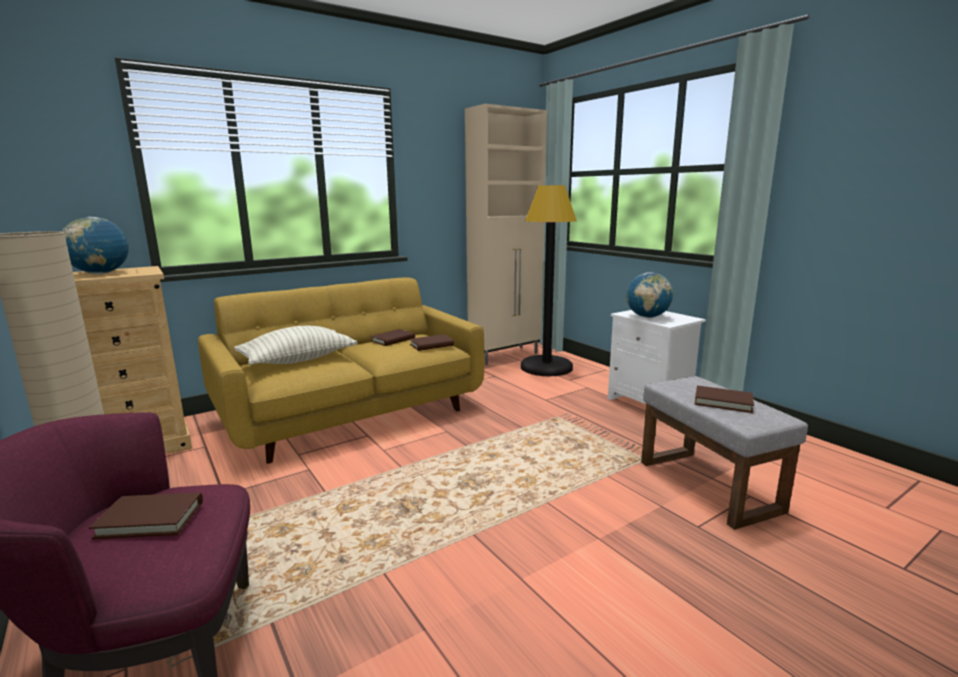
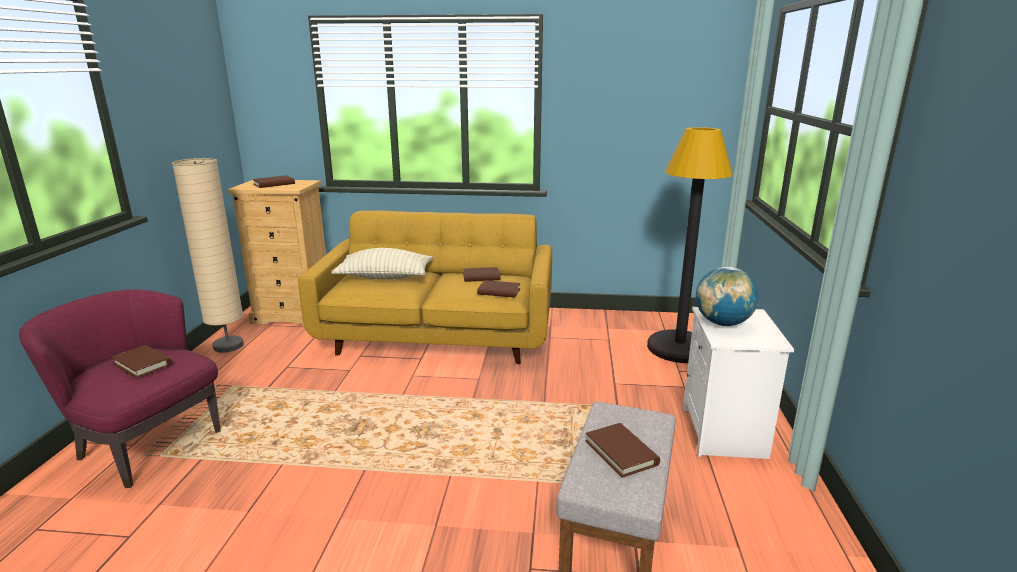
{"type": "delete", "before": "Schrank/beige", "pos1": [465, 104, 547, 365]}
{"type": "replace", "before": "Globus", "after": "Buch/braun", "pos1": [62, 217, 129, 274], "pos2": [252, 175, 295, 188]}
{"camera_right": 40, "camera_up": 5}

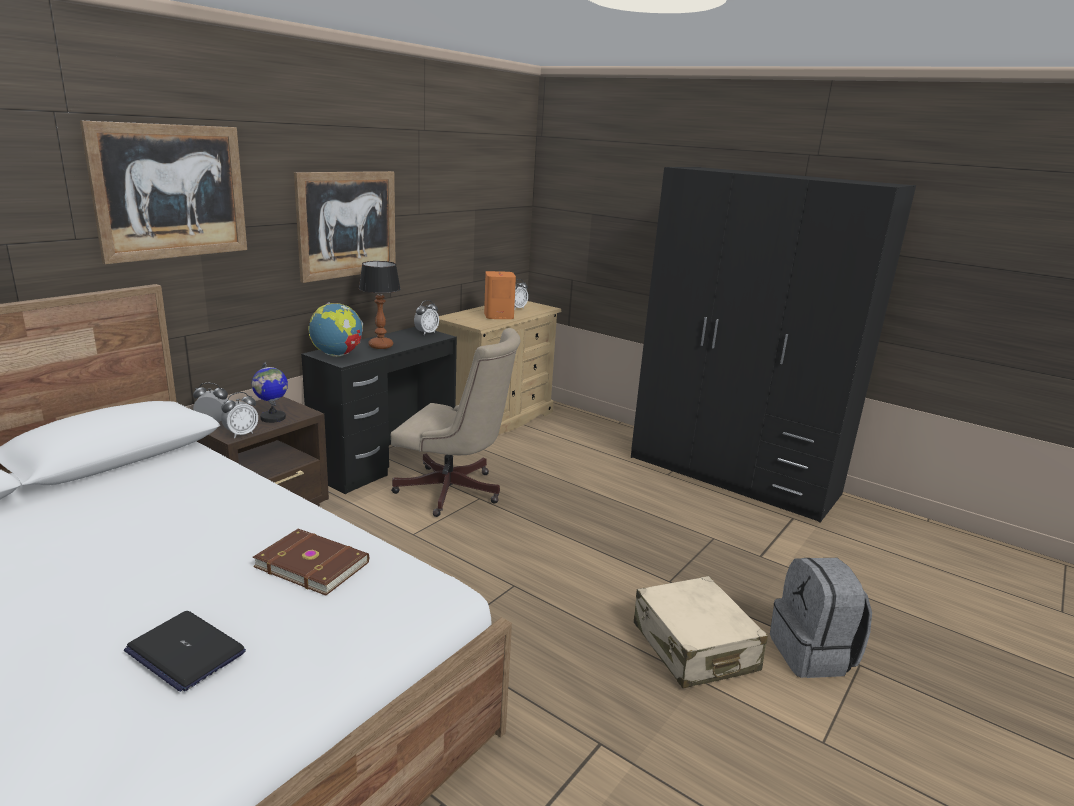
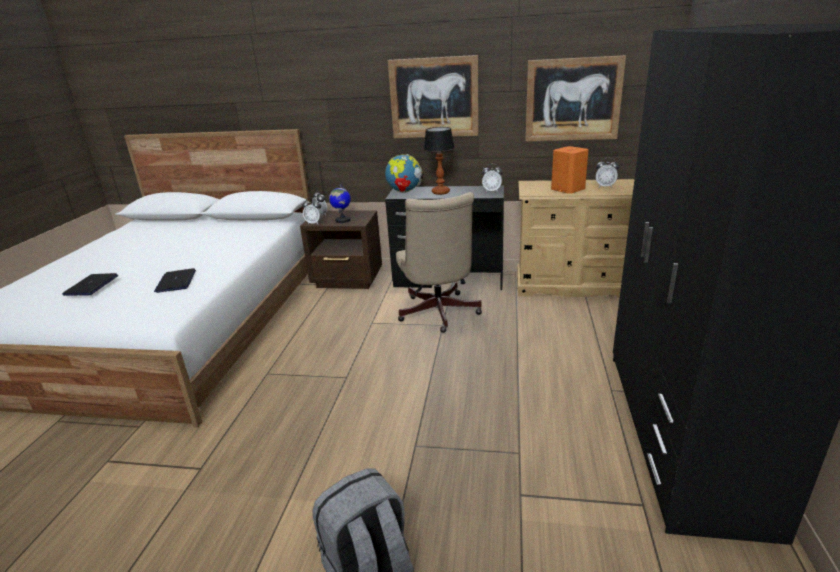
{"type": "move", "before": "Bild", "pos1": [80, 120, 247, 264], "pos2": [525, 55, 626, 141]}
{"type": "replace", "before": "Buch/braun", "after": "Laptop", "pos1": [253, 529, 369, 596], "pos2": [154, 268, 196, 293]}
{"type": "delete", "before": "Koffer/beige", "pos1": [634, 576, 768, 688]}
{"camera_right": 65, "camera_up": 5}

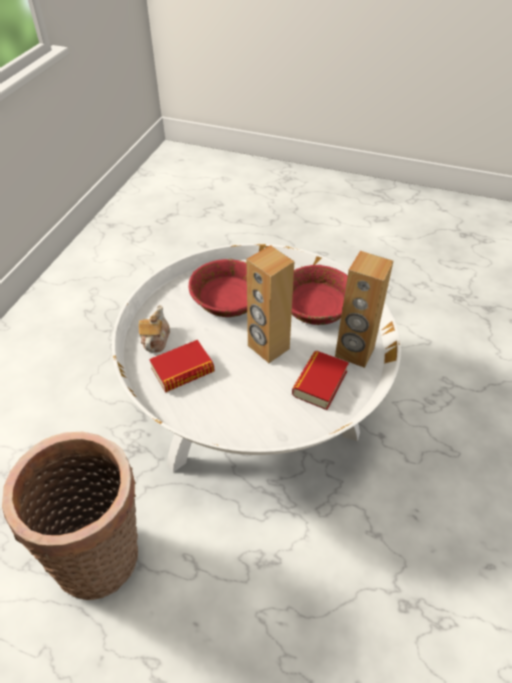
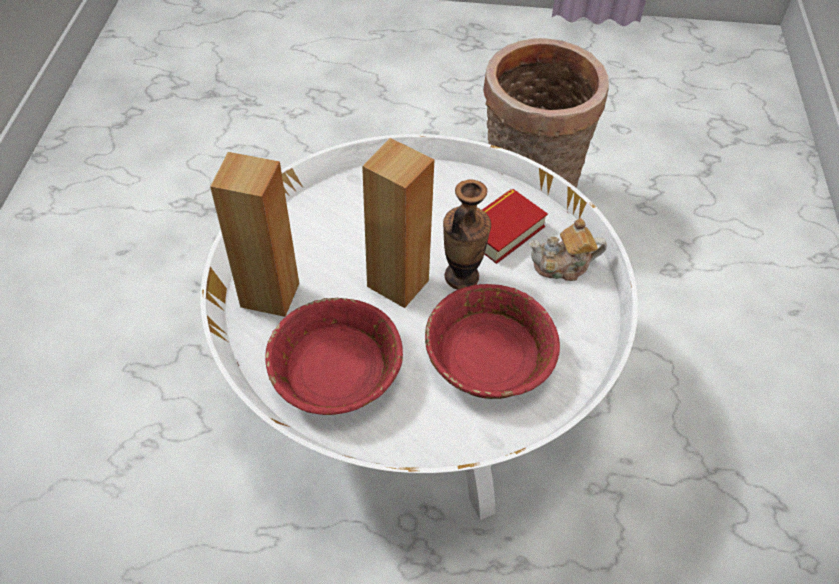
{"type": "rotate", "before": "Teekanne", "pos1": [139, 305, 170, 353], "pos2": [529, 218, 607, 281], "turn": 90}
{"type": "delete", "before": "Buch", "pos1": [292, 351, 349, 410]}
{"type": "insert", "after": "Vase", "pos2": [443, 179, 491, 290]}
{"camera_right": 165, "camera_up": 5}

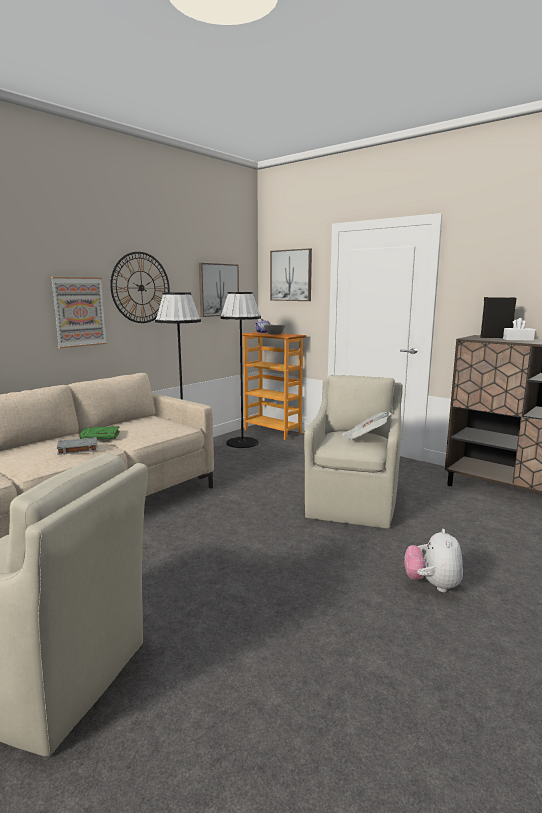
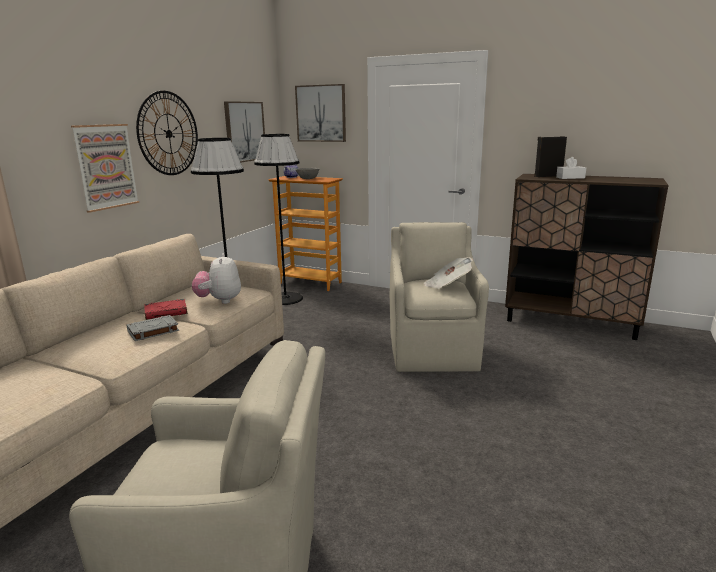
{"type": "recolor", "before": "Buch/grün", "after": "Buch/rot", "pos1": [80, 426, 120, 439], "pos2": [144, 299, 187, 320]}
{"type": "move", "before": "Plüschtier", "pos1": [404, 529, 463, 592], "pos2": [192, 253, 241, 304]}
{"camera_right": -15, "camera_up": 5}

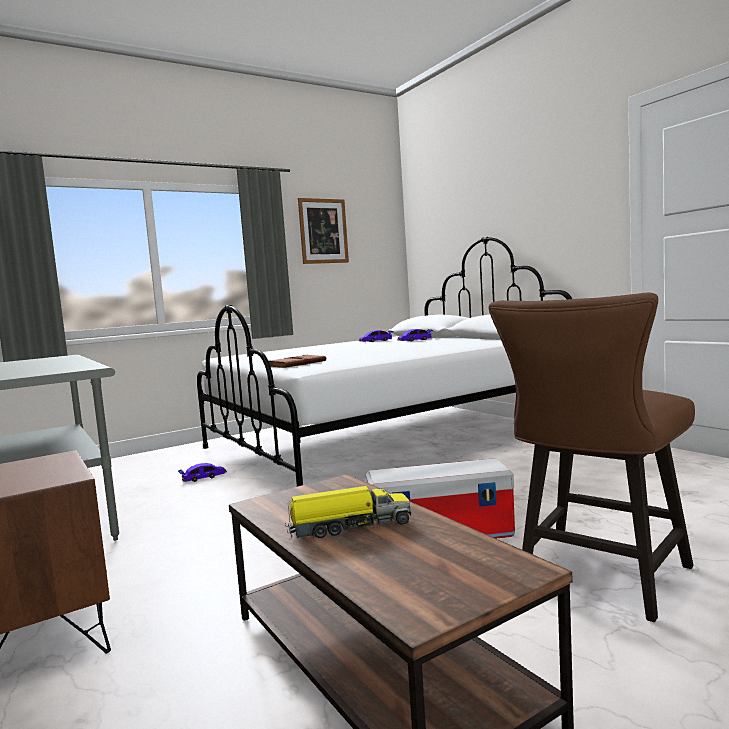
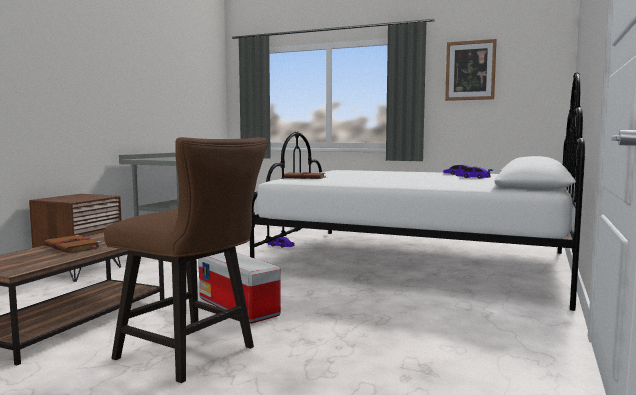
{"type": "rotate", "before": "Stuhl/braun", "pos1": [489, 293, 695, 622], "pos2": [104, 137, 268, 383], "turn": -150}
{"type": "replace", "before": "Spielzeuglaster", "after": "Buch/braun", "pos1": [285, 486, 411, 538], "pos2": [43, 235, 102, 253]}
{"camera_right": 55, "camera_up": 0}

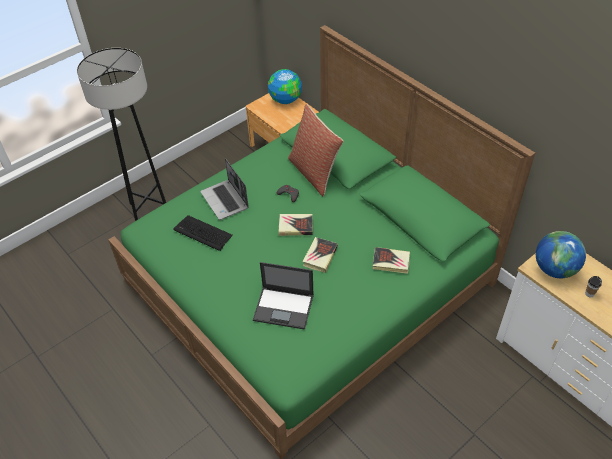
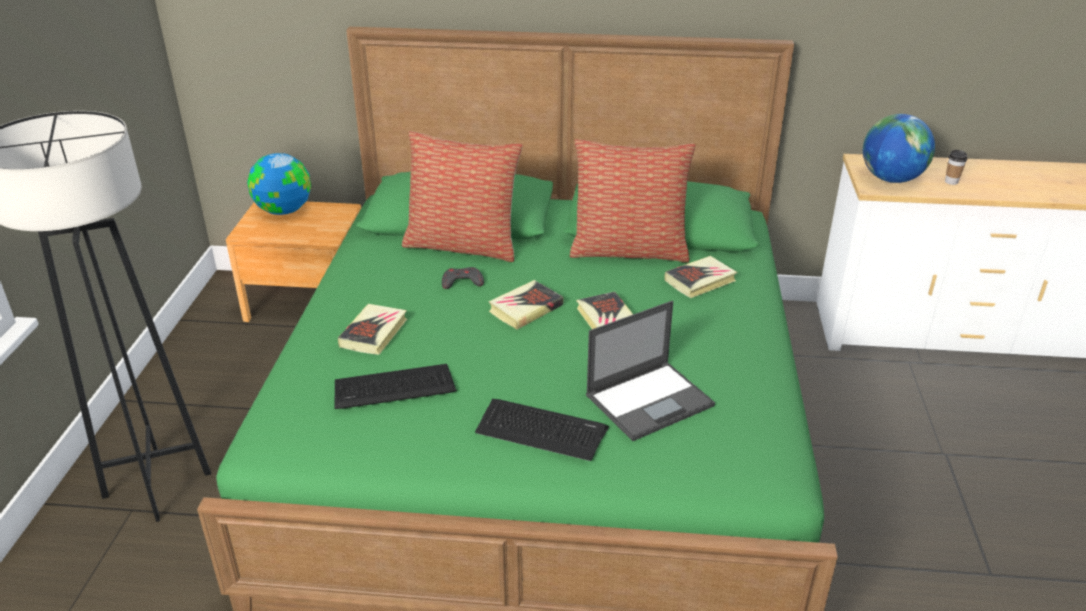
{"type": "replace", "before": "Laptop", "after": "Buch", "pos1": [200, 158, 249, 220], "pos2": [338, 304, 407, 355]}
{"type": "insert", "after": "Kissen", "pos2": [570, 139, 695, 263]}
{"type": "insert", "after": "Tastatur", "pos2": [475, 399, 609, 461]}
{"camera_right": -45, "camera_up": -15}

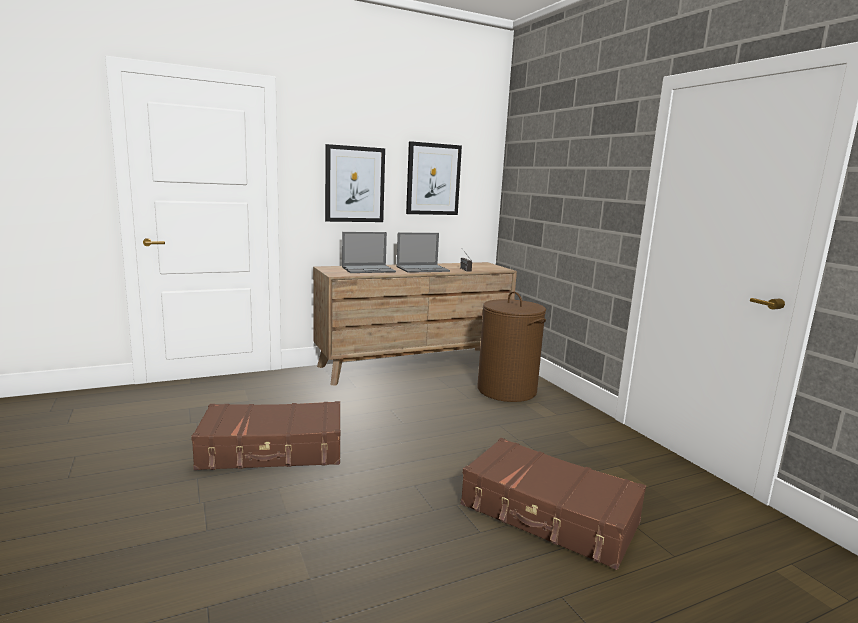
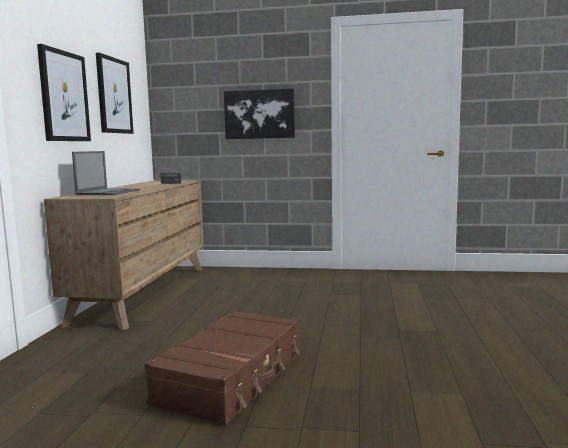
{"type": "delete", "before": "Laptop", "pos1": [396, 233, 450, 273]}
{"type": "delete", "before": "Wäschekorb/braun", "pos1": [477, 291, 546, 402]}
{"type": "delete", "before": "Koffer/braun", "pos1": [461, 438, 646, 570]}
{"type": "insert", "after": "Bild", "pos2": [224, 89, 295, 139]}
{"camera_right": -55, "camera_up": -5}

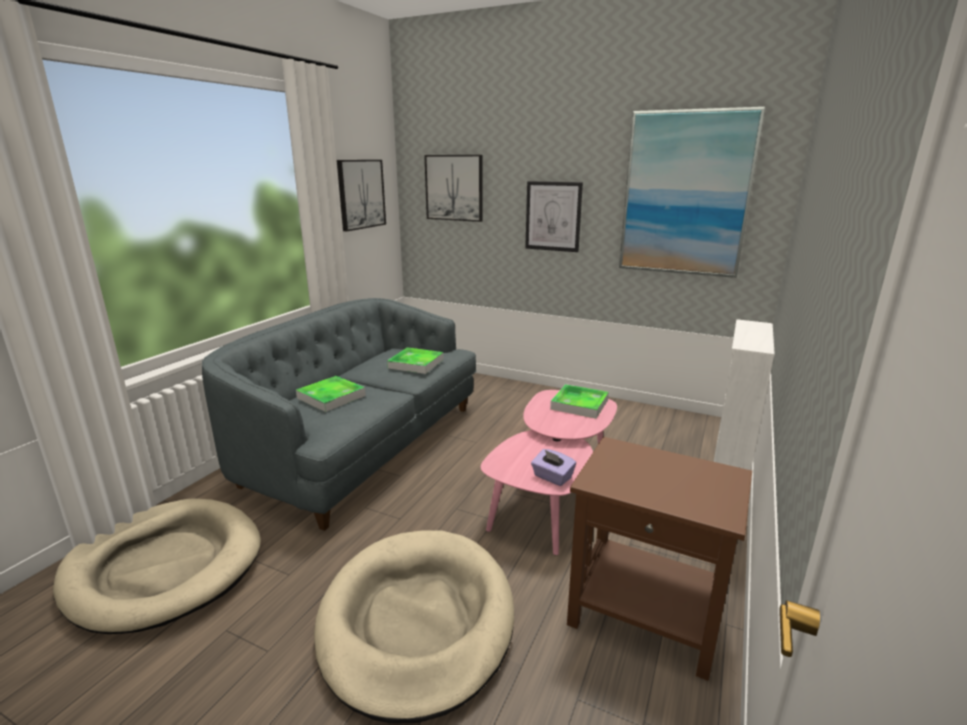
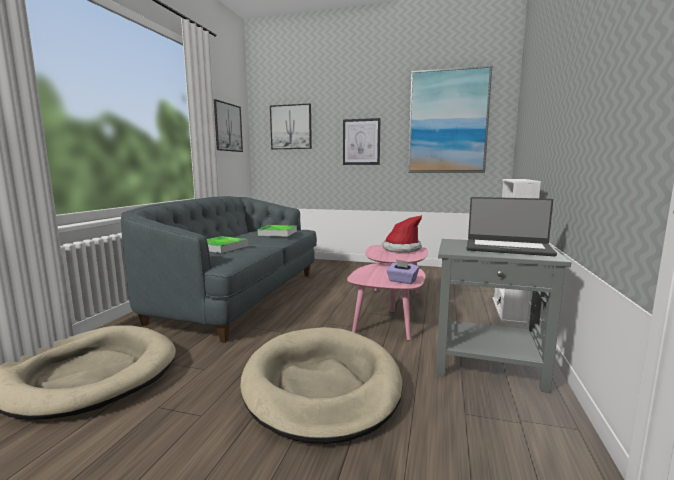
{"type": "replace", "before": "Tablett", "after": "Hut", "pos1": [550, 384, 609, 418], "pos2": [382, 215, 422, 253]}
{"type": "recolor", "before": "Beistelltisch/braun", "after": "Beistelltisch/grau", "pos1": [567, 437, 752, 681], "pos2": [436, 239, 571, 393]}
{"type": "insert", "after": "Laptop", "pos2": [466, 197, 557, 256]}
{"camera_right": -10, "camera_up": -10}

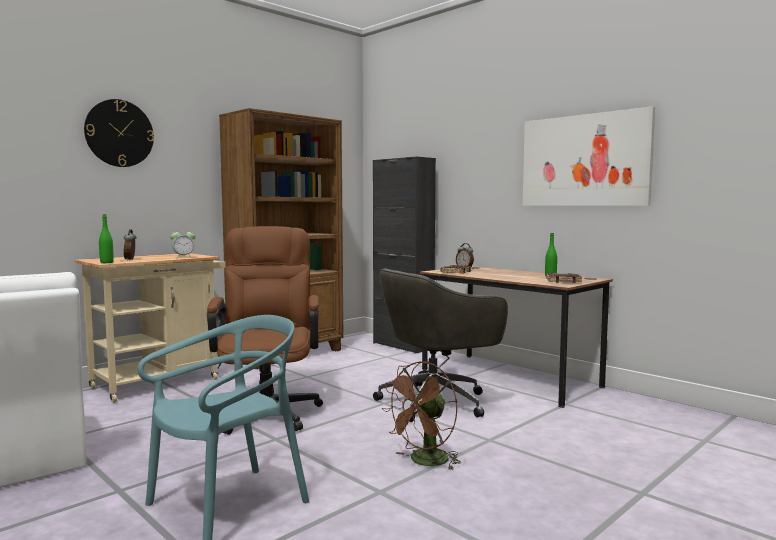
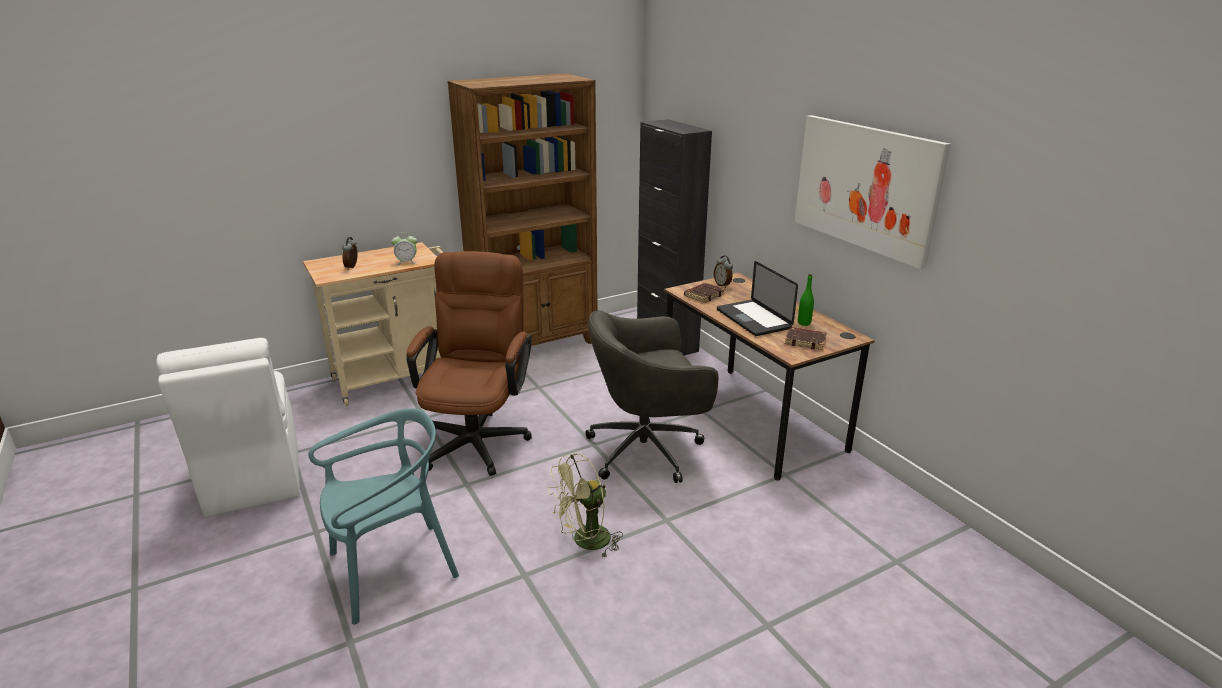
{"type": "delete", "before": "Wanduhr", "pos1": [84, 99, 154, 167]}
{"type": "delete", "before": "Flasche/grün", "pos1": [99, 214, 114, 263]}
{"type": "recolor", "before": "Ventilator/braun", "after": "Ventilator/grün", "pos1": [382, 361, 461, 471], "pos2": [548, 453, 623, 559]}
{"type": "insert", "after": "Laptop", "pos2": [717, 261, 798, 336]}
{"camera_right": 15, "camera_up": 20}

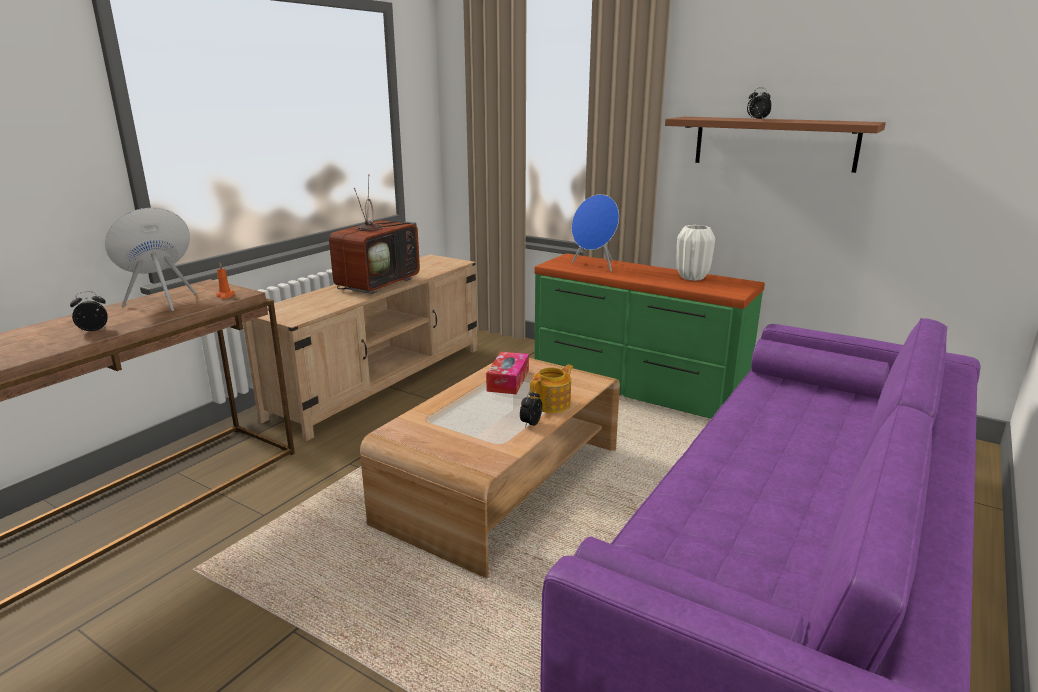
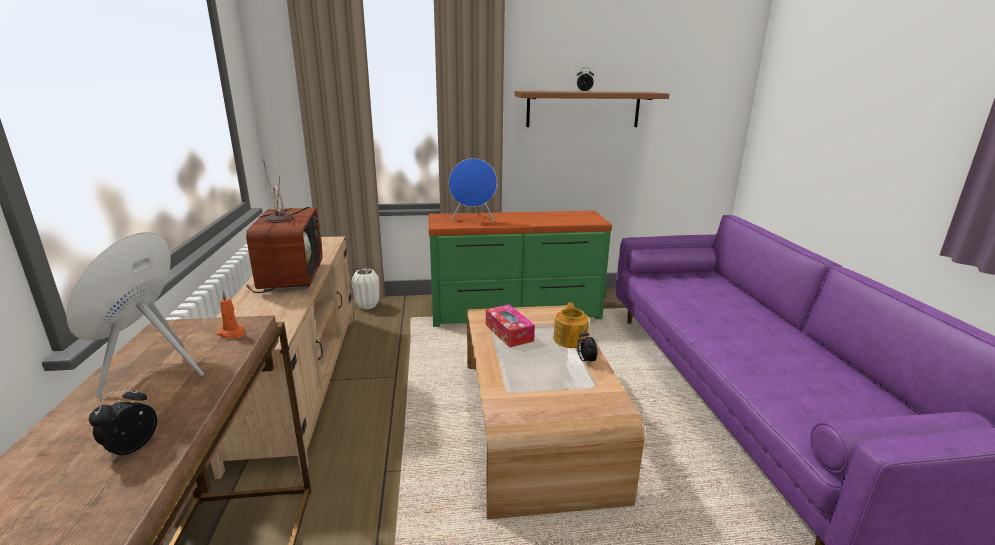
{"type": "move", "before": "Vase/weiß", "pos1": [677, 225, 715, 281], "pos2": [352, 269, 379, 310]}
{"camera_right": -40, "camera_up": 0}

